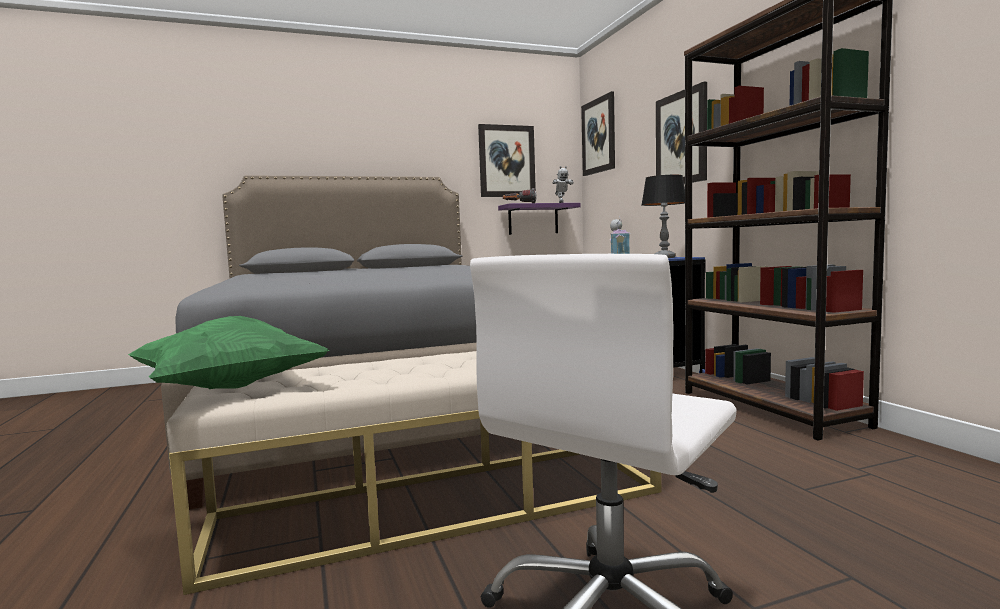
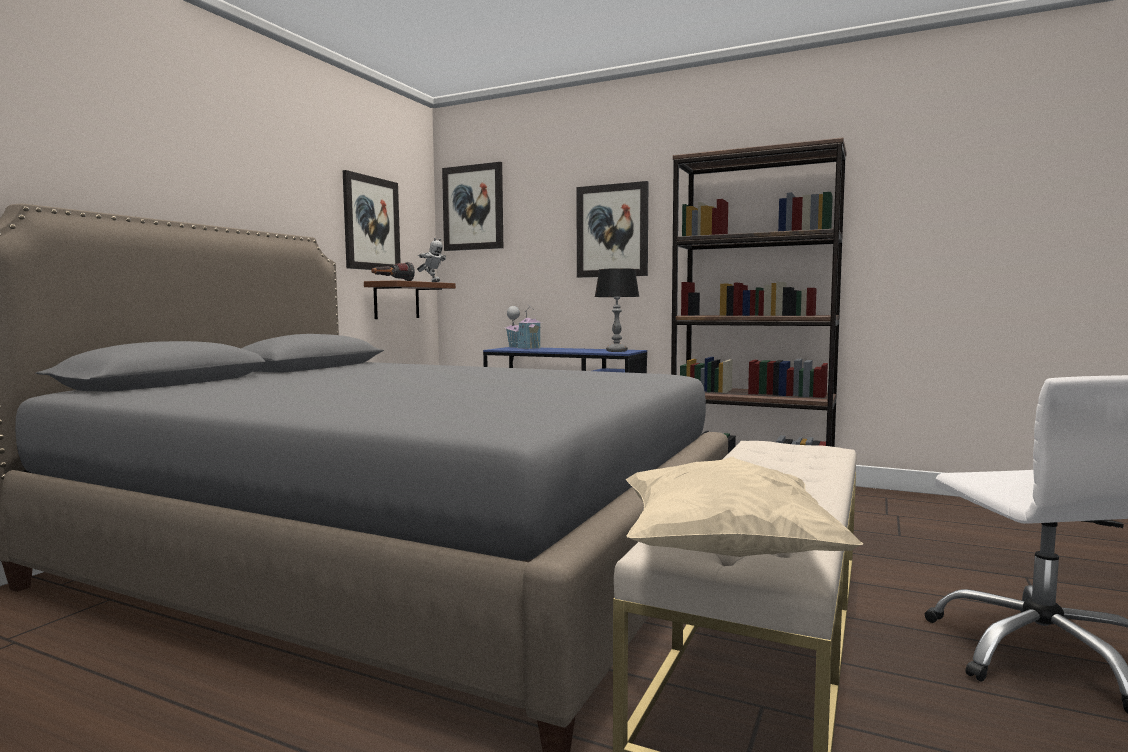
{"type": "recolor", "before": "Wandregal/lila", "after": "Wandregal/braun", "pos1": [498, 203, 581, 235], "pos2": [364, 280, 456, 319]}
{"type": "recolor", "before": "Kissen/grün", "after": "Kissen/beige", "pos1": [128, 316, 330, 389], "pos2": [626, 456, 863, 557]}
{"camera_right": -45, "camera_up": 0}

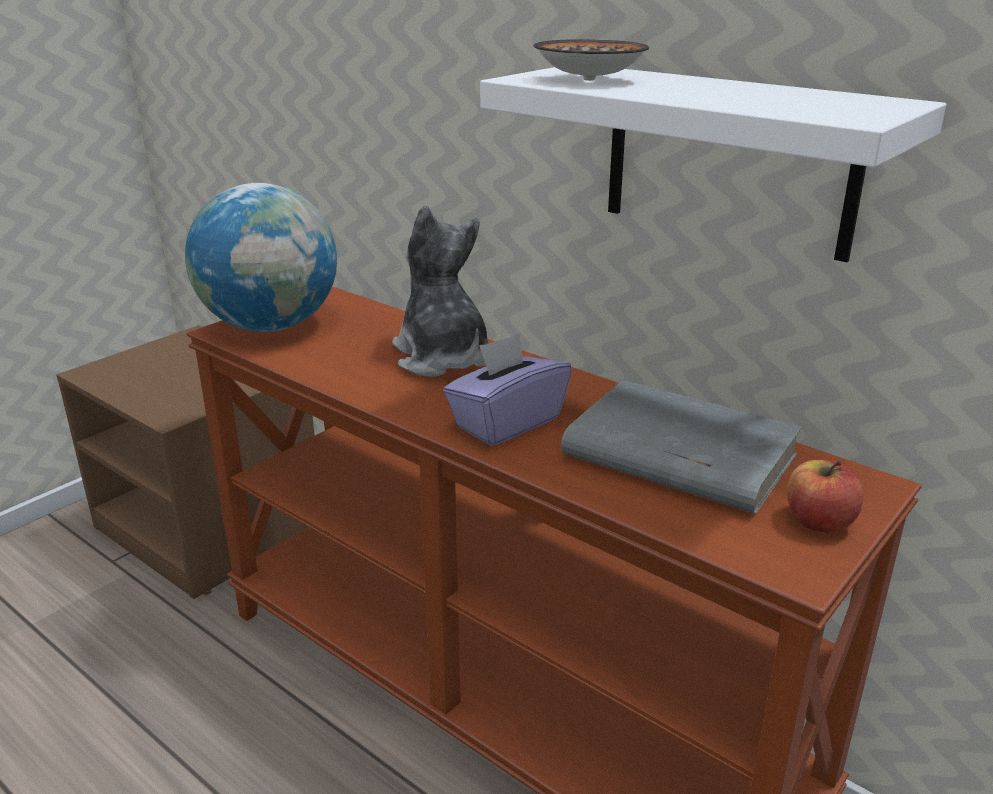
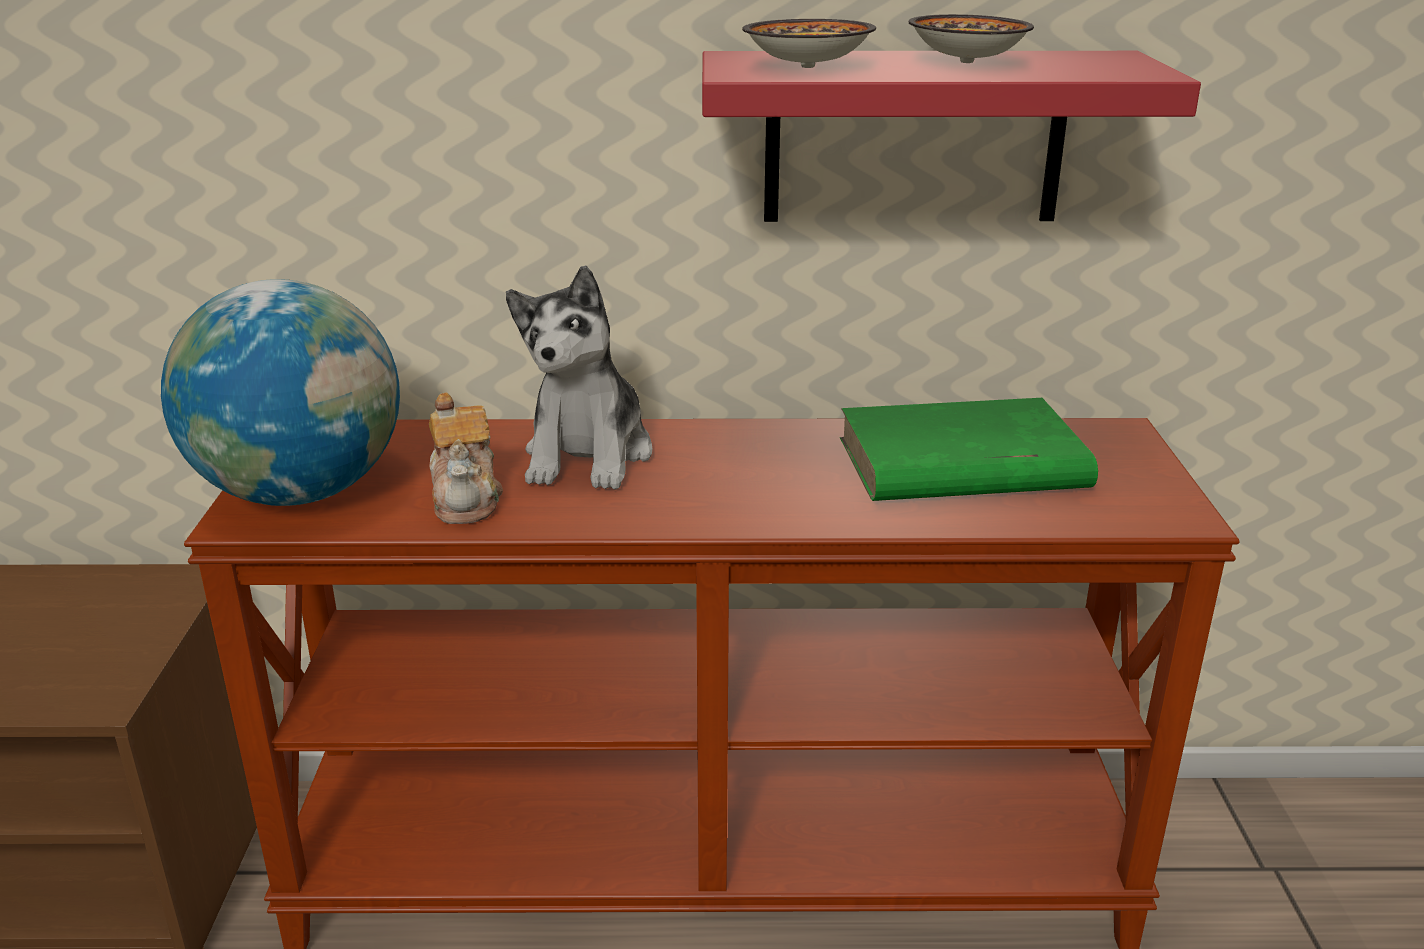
{"type": "recolor", "before": "Wandregal/weiß", "after": "Wandregal/rot", "pos1": [480, 67, 946, 262], "pos2": [702, 51, 1201, 222]}
{"type": "rotate", "before": "Plüschtier", "pos1": [392, 205, 488, 377], "pos2": [506, 265, 653, 490], "turn": -105}
{"type": "delete", "before": "Taschentuchbox/lila", "pos1": [443, 333, 572, 446]}
{"type": "recolor", "before": "Buch/grau", "after": "Buch/grün", "pos1": [561, 380, 802, 514], "pos2": [840, 398, 1098, 501]}
{"type": "delete", "before": "Apfel", "pos1": [787, 460, 864, 533]}
{"type": "insert", "after": "Schüssel", "pos2": [908, 14, 1034, 63]}
{"type": "insert", "after": "Teekanne", "pos2": [429, 393, 503, 524]}
{"camera_right": -40, "camera_up": 0}

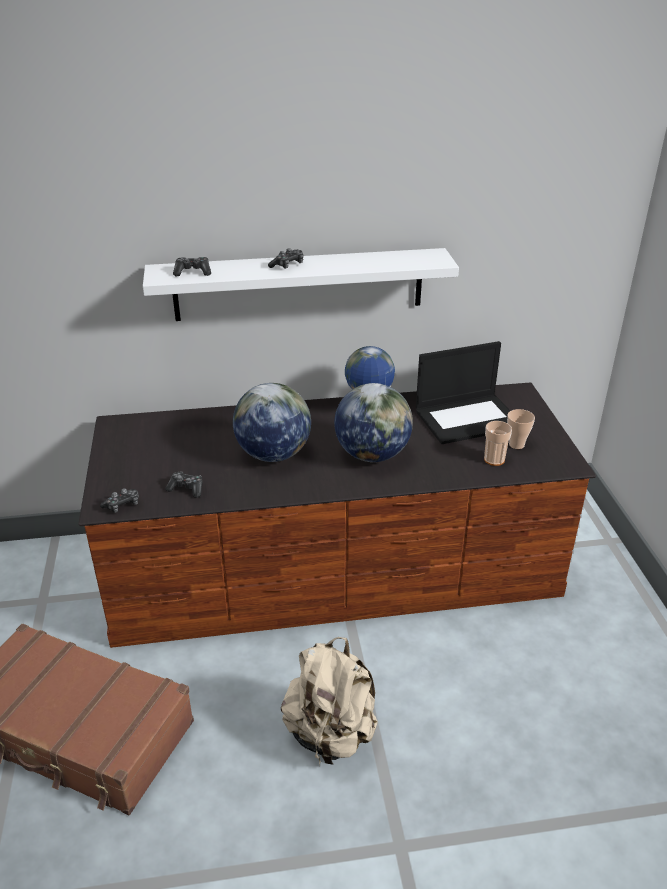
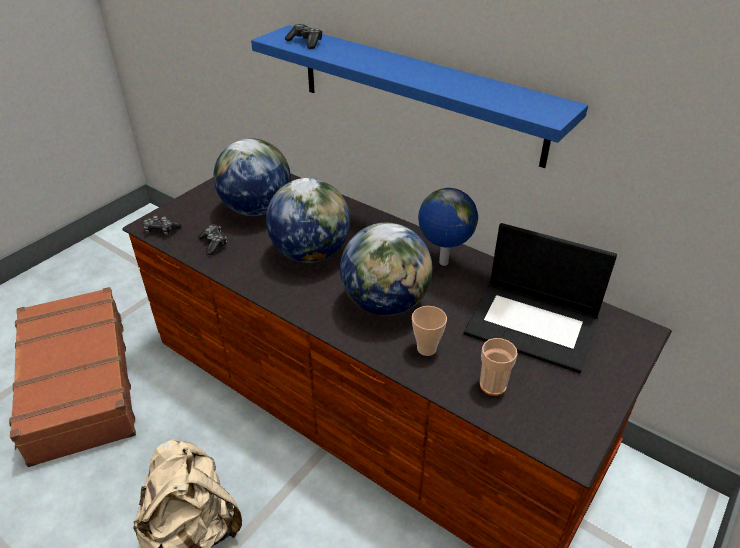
{"type": "recolor", "before": "Wandregal/weiß", "after": "Wandregal/blau", "pos1": [143, 248, 459, 321], "pos2": [251, 25, 588, 168]}
{"type": "delete", "before": "Gamepad", "pos1": [268, 248, 304, 269]}
{"type": "move", "before": "Tasse", "pos1": [507, 409, 535, 449], "pos2": [412, 306, 447, 356]}
{"type": "insert", "after": "Globus", "pos2": [213, 138, 291, 216]}
{"camera_right": 45, "camera_up": 5}

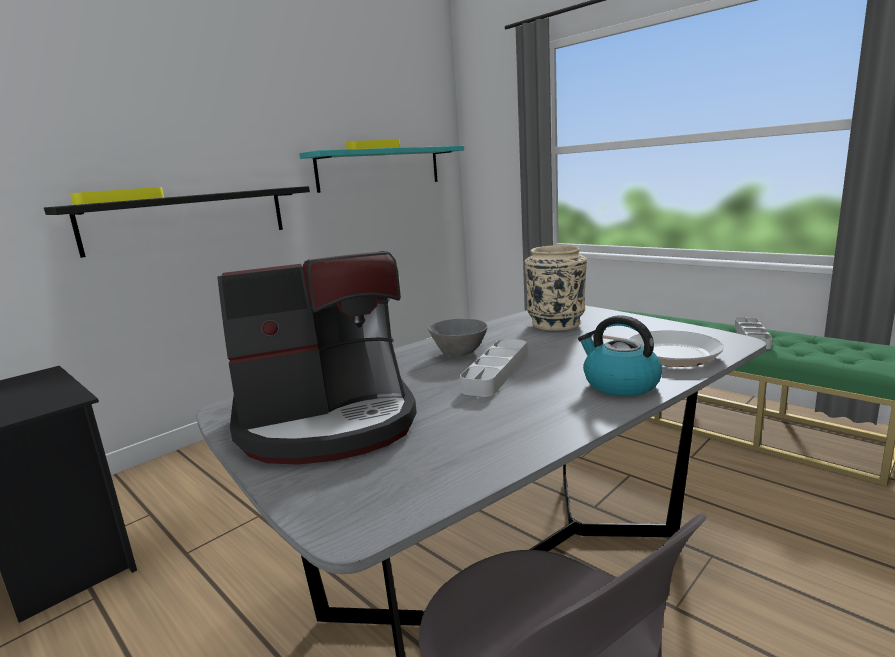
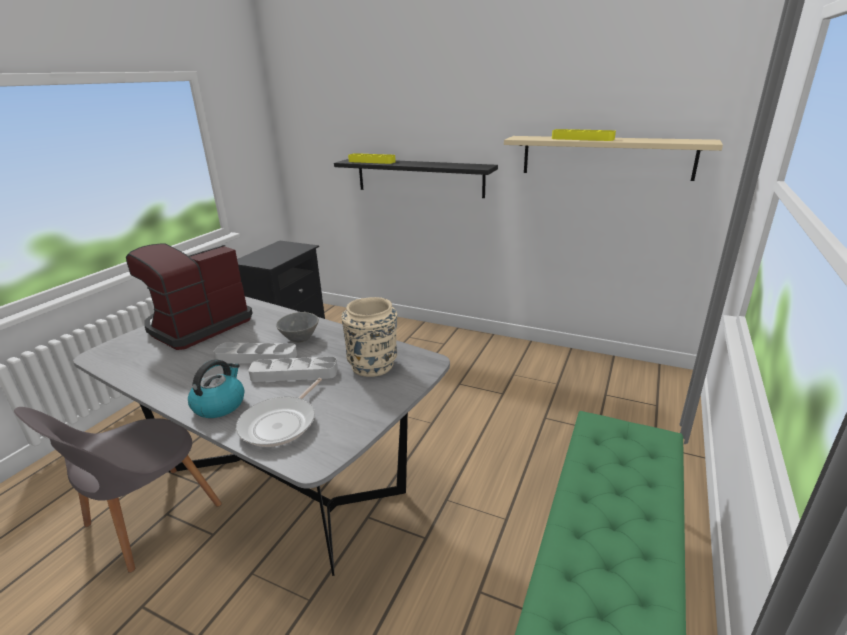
{"type": "recolor", "before": "Wandregal/türkis", "after": "Wandregal/beige", "pos1": [299, 146, 464, 193], "pos2": [504, 136, 723, 181]}
{"type": "rotate", "before": "Kaffeemaschine", "pos1": [217, 251, 417, 465], "pos2": [126, 243, 253, 350], "turn": 75}
{"type": "move", "before": "Tablett/grau", "pos1": [735, 317, 773, 349], "pos2": [248, 357, 338, 382]}
{"camera_right": 70, "camera_up": 10}

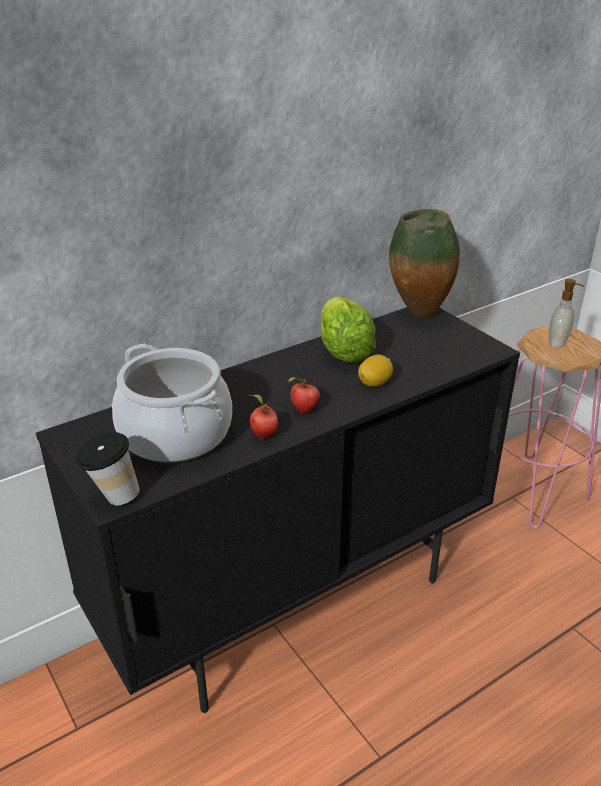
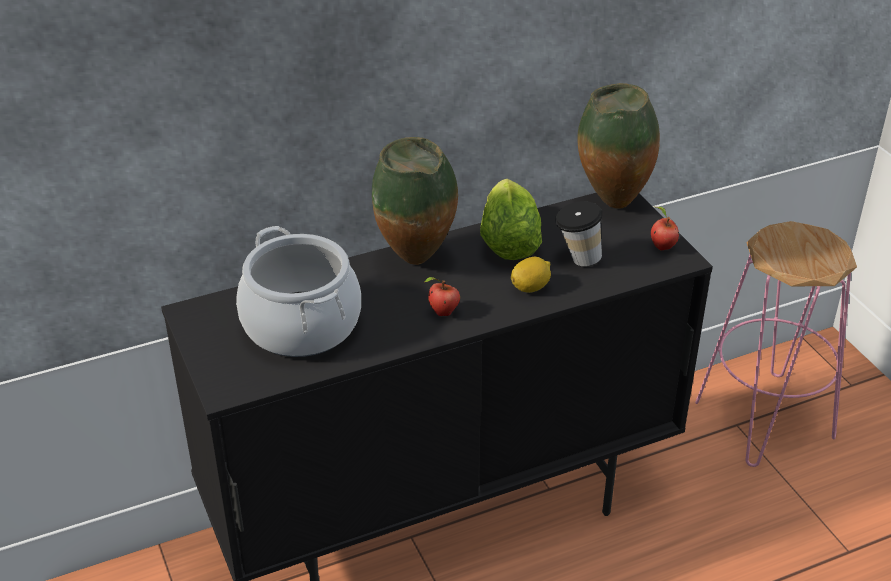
{"type": "delete", "before": "Seifenspender", "pos1": [549, 279, 584, 348]}
{"type": "move", "before": "Apfel", "pos1": [250, 395, 278, 439], "pos2": [651, 206, 679, 250]}
{"type": "move", "before": "Tasse", "pos1": [76, 432, 140, 506], "pos2": [555, 201, 602, 266]}
{"type": "insert", "after": "Vase", "pos2": [372, 137, 458, 265]}
{"camera_right": 10, "camera_up": 5}

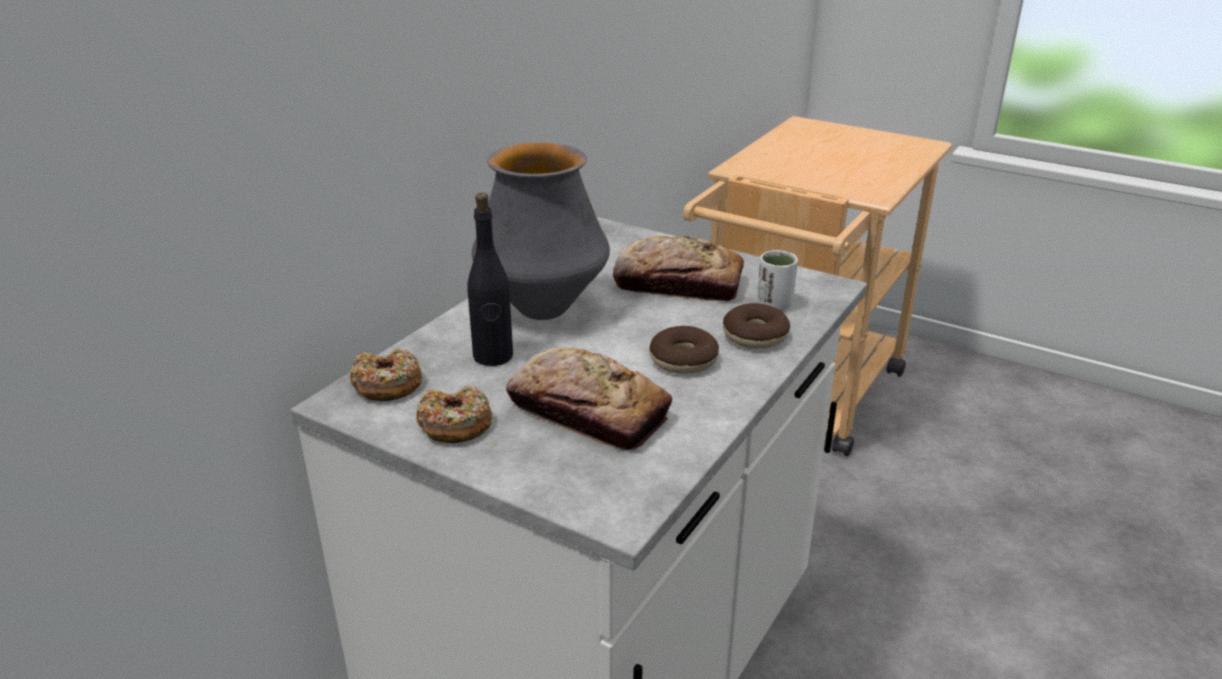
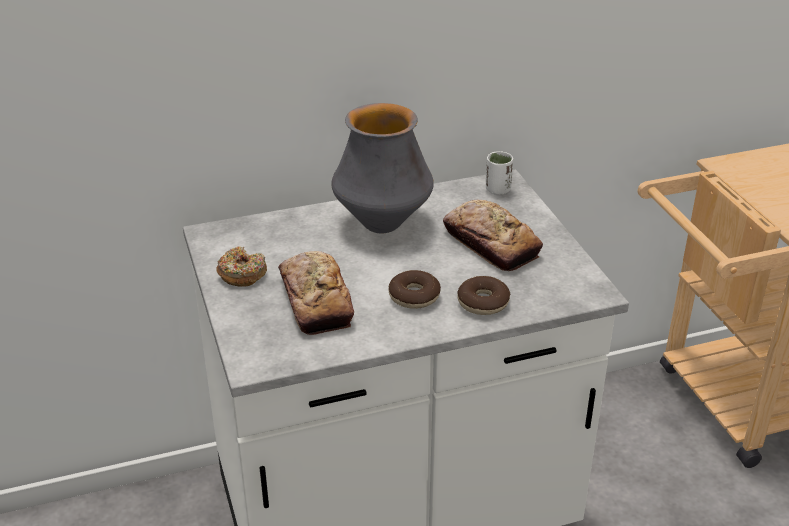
{"type": "delete", "before": "Flasche/schwarz", "pos1": [467, 193, 513, 366]}
{"type": "move", "before": "Tasse/weiß", "pos1": [757, 250, 798, 311], "pos2": [486, 151, 513, 195]}
{"type": "delete", "before": "Donut", "pos1": [350, 348, 422, 401]}
{"camera_right": 40, "camera_up": 5}

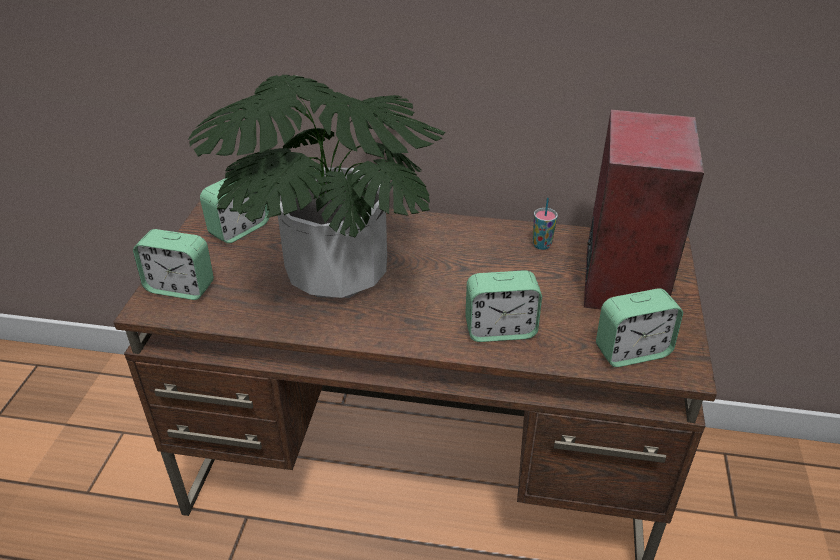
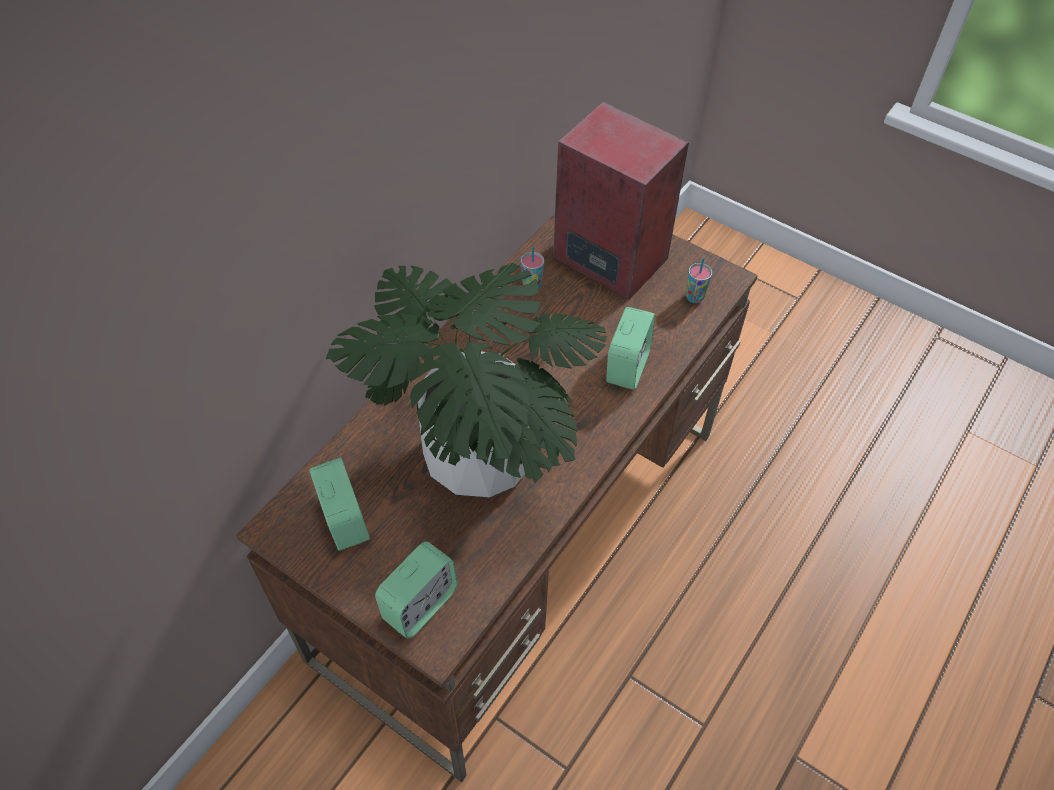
{"type": "replace", "before": "Wecker", "after": "Tasse", "pos1": [596, 288, 683, 367], "pos2": [686, 257, 712, 303]}
{"camera_right": -65, "camera_up": 15}

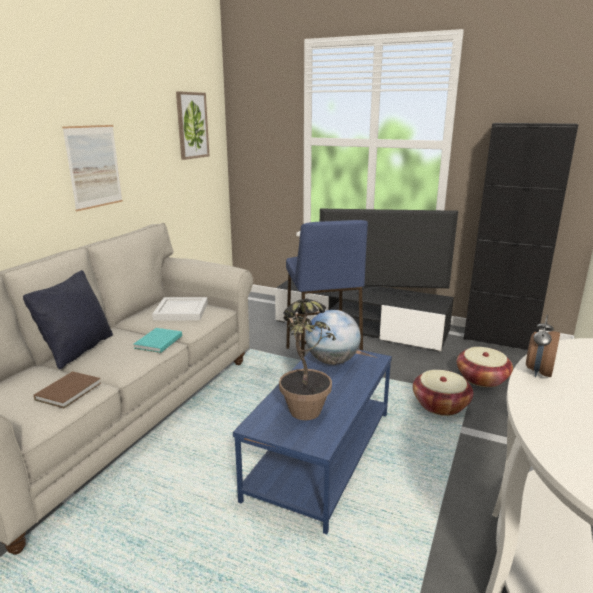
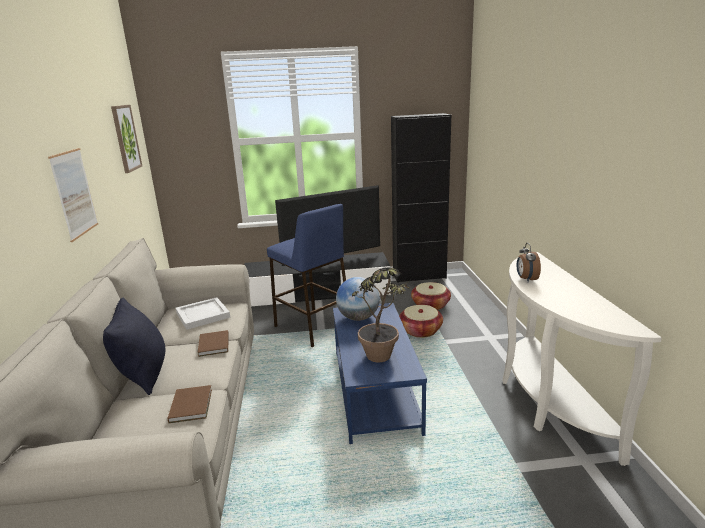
{"type": "recolor", "before": "Buch/türkis", "after": "Buch/braun", "pos1": [134, 328, 182, 353], "pos2": [197, 330, 229, 357]}
{"camera_right": -30, "camera_up": 0}

